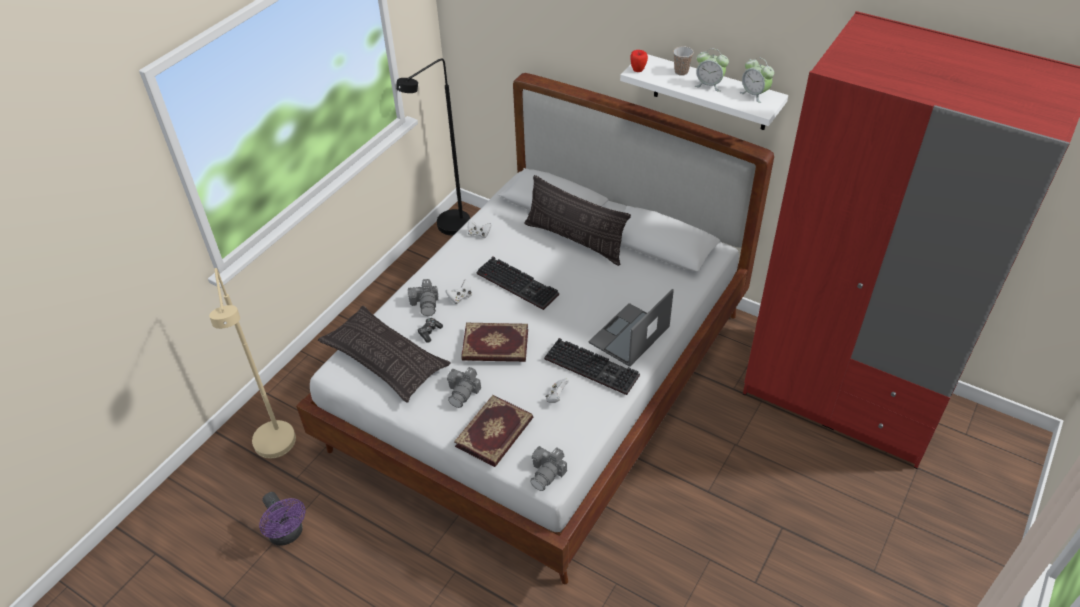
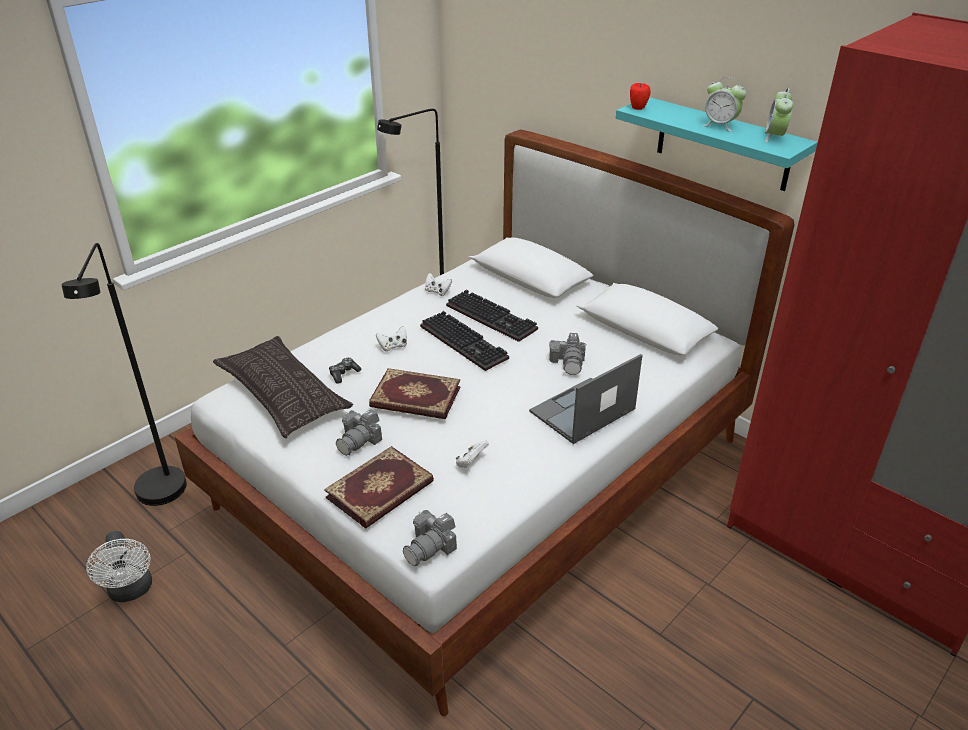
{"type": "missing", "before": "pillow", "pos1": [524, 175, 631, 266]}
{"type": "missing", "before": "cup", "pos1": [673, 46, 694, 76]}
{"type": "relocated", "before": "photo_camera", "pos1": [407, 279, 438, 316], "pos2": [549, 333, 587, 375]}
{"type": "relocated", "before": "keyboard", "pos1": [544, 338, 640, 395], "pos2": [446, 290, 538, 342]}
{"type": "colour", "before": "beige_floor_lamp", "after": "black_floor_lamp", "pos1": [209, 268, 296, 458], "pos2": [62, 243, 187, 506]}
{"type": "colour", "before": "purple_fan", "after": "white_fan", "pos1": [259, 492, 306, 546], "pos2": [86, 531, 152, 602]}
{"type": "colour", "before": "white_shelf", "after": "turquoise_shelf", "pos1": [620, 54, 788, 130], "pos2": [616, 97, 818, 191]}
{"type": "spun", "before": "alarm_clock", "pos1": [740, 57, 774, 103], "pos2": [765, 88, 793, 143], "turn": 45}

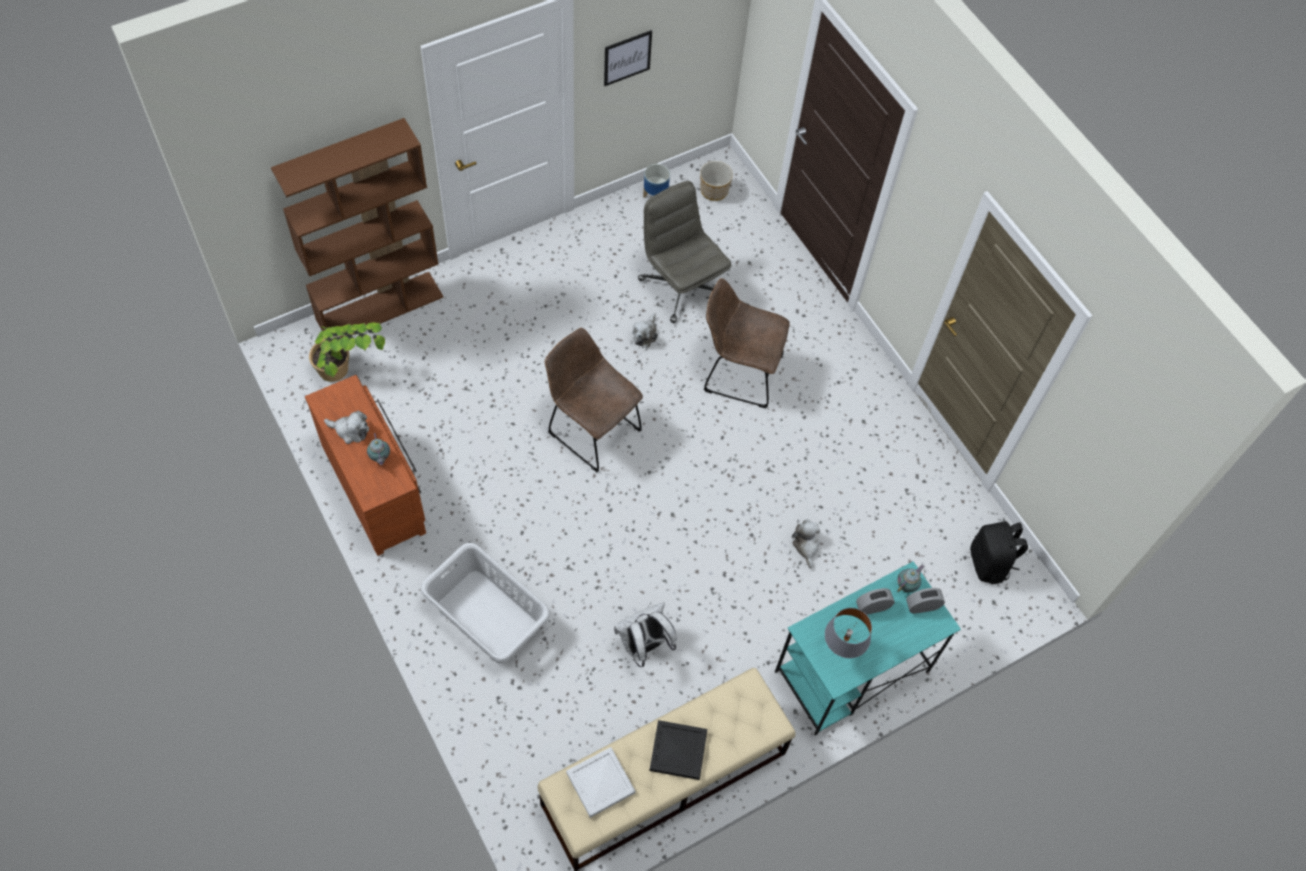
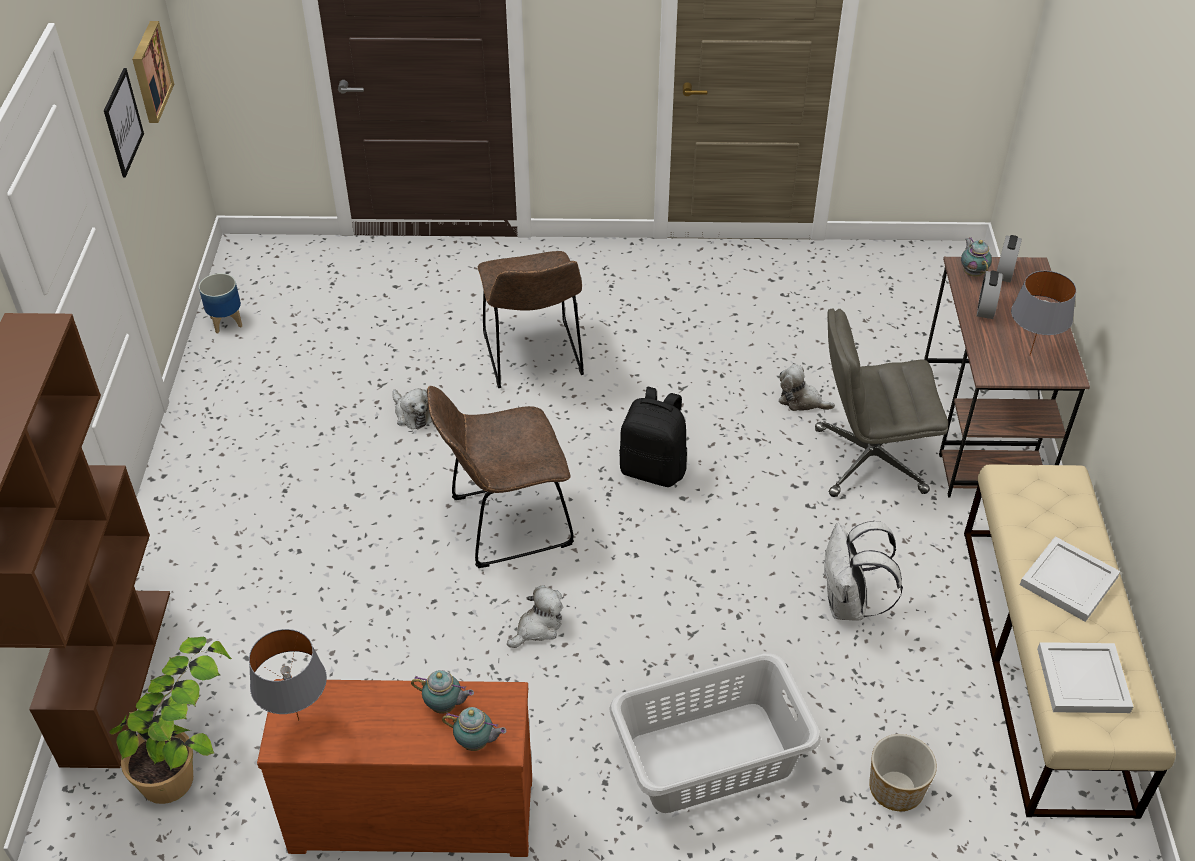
{"type": "appeared", "after": "picture", "pos2": [132, 21, 174, 123]}
{"type": "appeared", "after": "grey_table_lamp", "pos2": [249, 629, 327, 720]}
{"type": "appeared", "after": "teapot", "pos2": [442, 707, 506, 751]}
{"type": "relocated", "before": "plush_toy", "pos1": [324, 411, 369, 444], "pos2": [507, 585, 563, 648]}
{"type": "relocated", "before": "grey_office_chair", "pos1": [638, 181, 731, 323], "pos2": [815, 309, 948, 497]}
{"type": "relocated", "before": "planter", "pos1": [700, 161, 733, 201], "pos2": [869, 734, 937, 811]}
{"type": "relocated", "before": "black_backpack", "pos1": [970, 521, 1028, 584], "pos2": [619, 387, 687, 487]}
{"type": "colour", "before": "black_tray", "after": "white_tray", "pos1": [649, 720, 707, 780], "pos2": [1020, 536, 1120, 622]}
{"type": "colour", "before": "turquoise_desk", "after": "brown_desk", "pos1": [775, 561, 961, 735], "pos2": [924, 257, 1090, 497]}
{"type": "spun", "before": "brown_chair", "pos1": [704, 278, 790, 408], "pos2": [478, 251, 584, 388], "turn": -60}

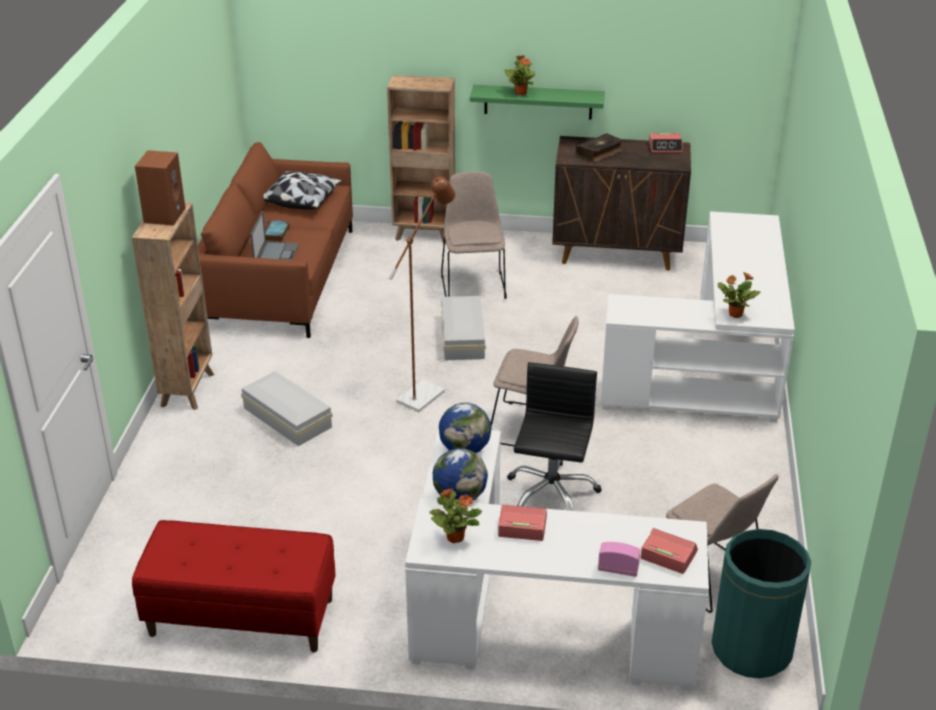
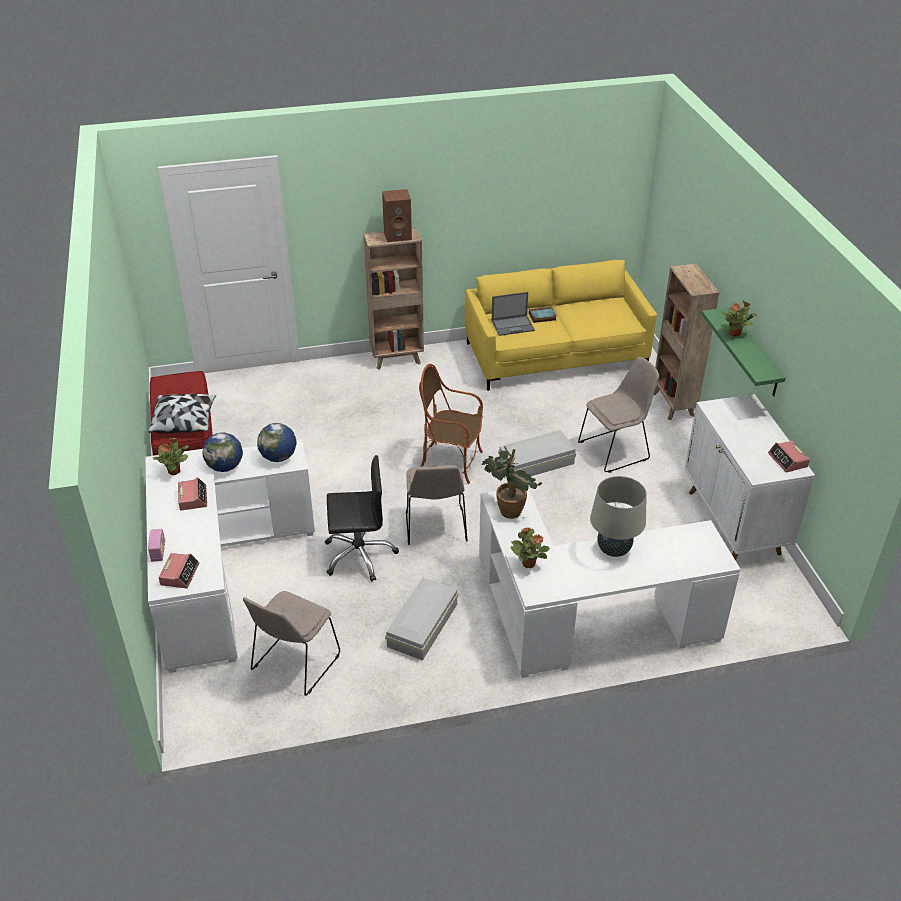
{"type": "missing", "before": "book", "pos1": [576, 133, 623, 163]}
{"type": "missing", "before": "green_trash_can", "pos1": [712, 529, 811, 678]}
{"type": "appeared", "after": "potted_plant", "pos2": [481, 446, 542, 519]}
{"type": "appeared", "after": "beige_table_lamp", "pos2": [590, 476, 647, 557]}
{"type": "relocated", "before": "white_storage_box", "pos1": [241, 371, 333, 446], "pos2": [385, 577, 458, 660]}
{"type": "relocated", "before": "pillow", "pos1": [264, 171, 342, 210], "pos2": [148, 394, 216, 434]}
{"type": "exchanged", "before": "brown_floor_lamp", "after": "armchair", "pos1": [389, 177, 455, 412], "pos2": [419, 364, 483, 484]}
{"type": "colour", "before": "brown_sofa", "after": "yellow_sofa", "pos1": [198, 142, 353, 338], "pos2": [465, 260, 657, 391]}
{"type": "colour", "before": "brown_cabinet", "after": "white_cabinet", "pos1": [552, 136, 691, 271], "pos2": [684, 394, 815, 561]}

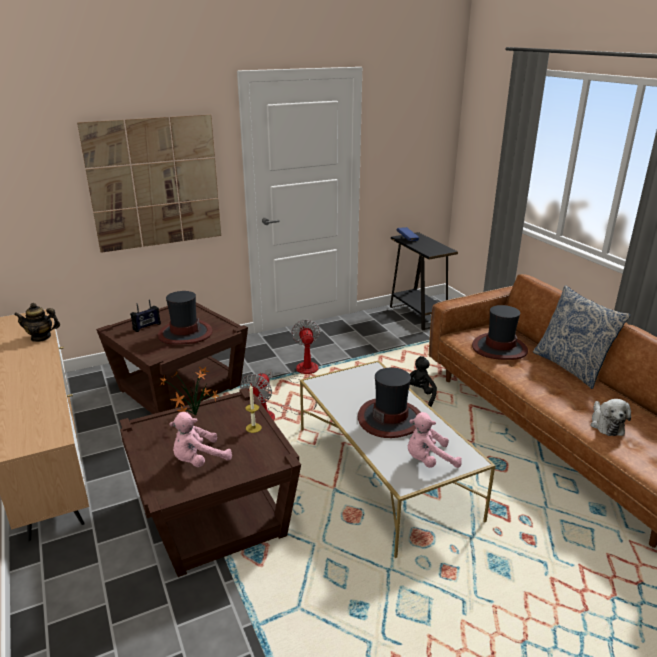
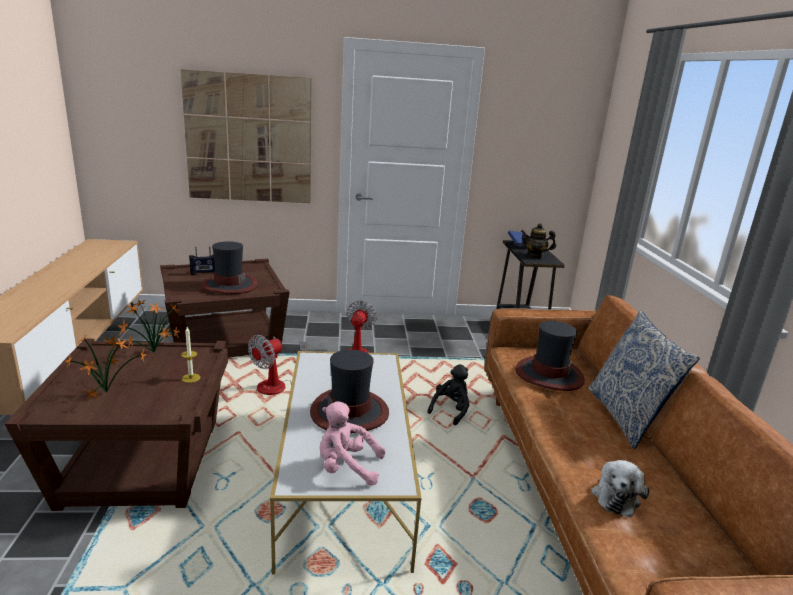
{"type": "relocated", "before": "teapot", "pos1": [14, 303, 60, 342], "pos2": [521, 223, 556, 258]}
{"type": "exchanged", "before": "pink_plush_toy", "after": "potted_plant", "pos1": [169, 412, 232, 467], "pos2": [66, 334, 146, 400]}

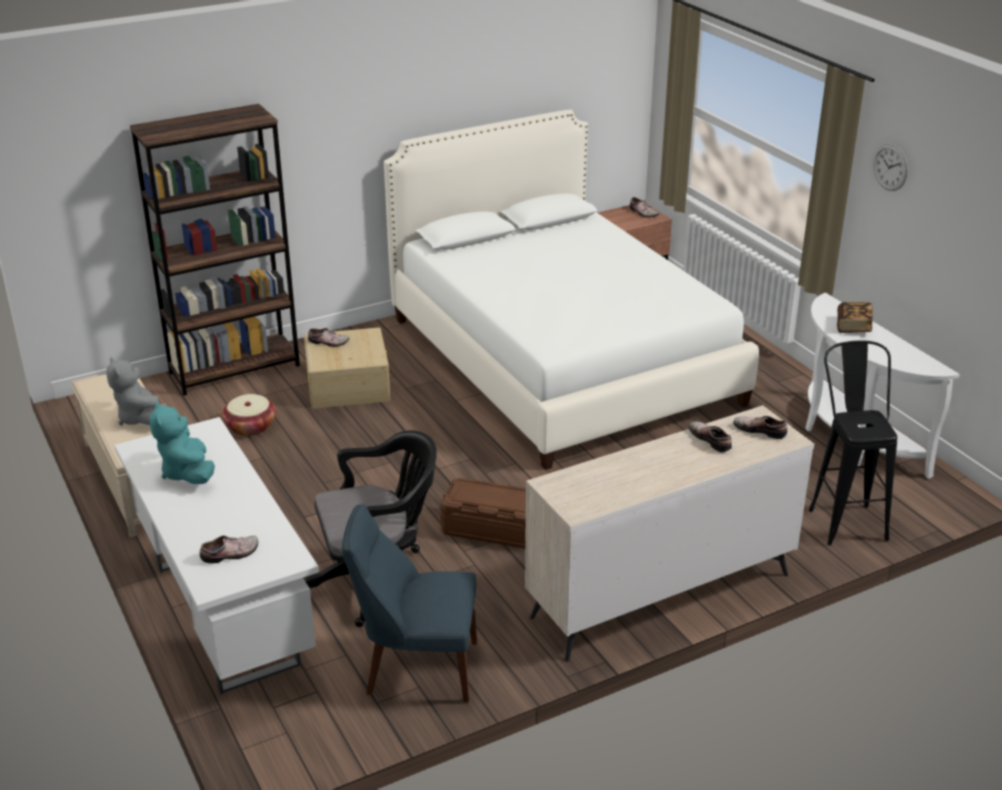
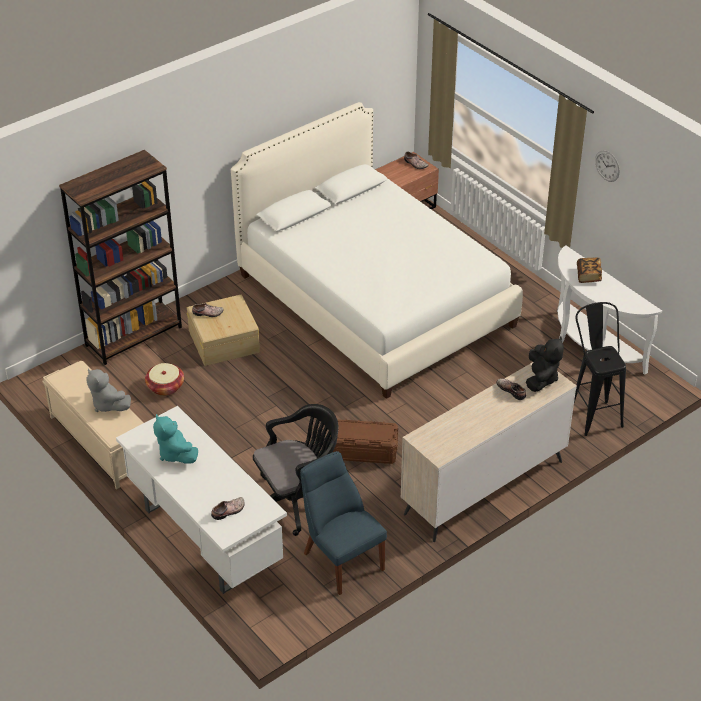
{"type": "exchanged", "before": "shoe", "after": "black_plush_toy", "pos1": [733, 416, 787, 439], "pos2": [526, 337, 564, 392]}
{"type": "spun", "before": "blue_chair", "pos1": [342, 504, 477, 702], "pos2": [300, 451, 387, 595], "turn": 60}

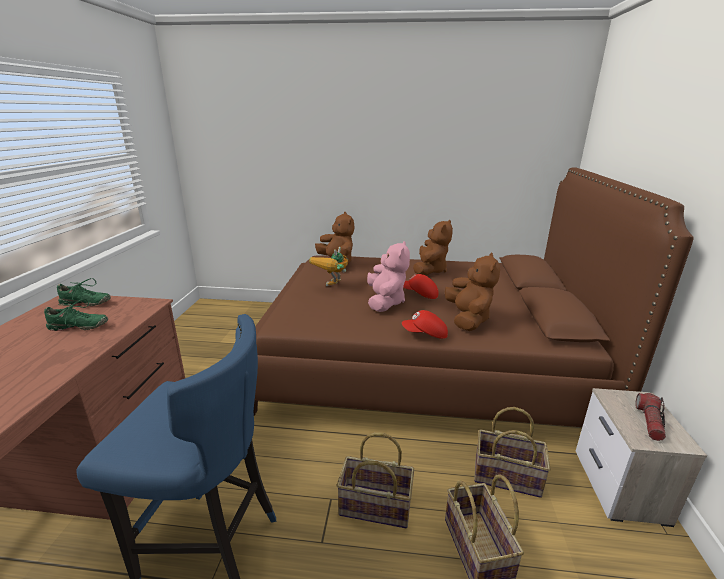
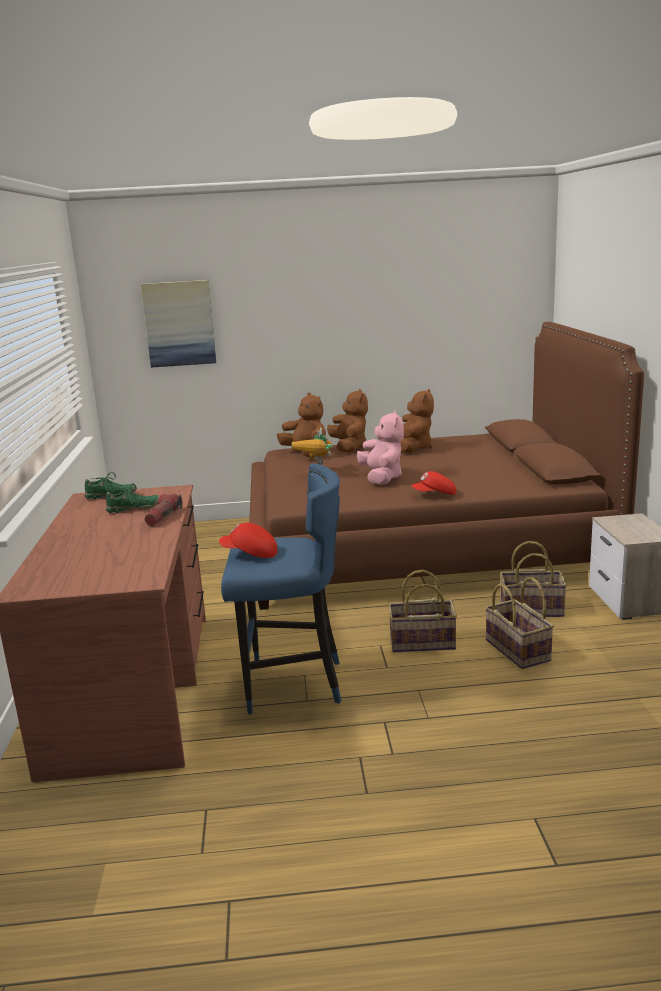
{"type": "appeared", "after": "picture", "pos2": [140, 280, 216, 368]}
{"type": "relocated", "before": "red_cap", "pos1": [403, 274, 438, 299], "pos2": [219, 523, 277, 558]}
{"type": "relocated", "before": "brown_plush_toy", "pos1": [445, 253, 500, 331], "pos2": [327, 389, 368, 453]}
{"type": "relocated", "before": "flashlight", "pos1": [635, 393, 666, 441], "pos2": [145, 494, 183, 526]}

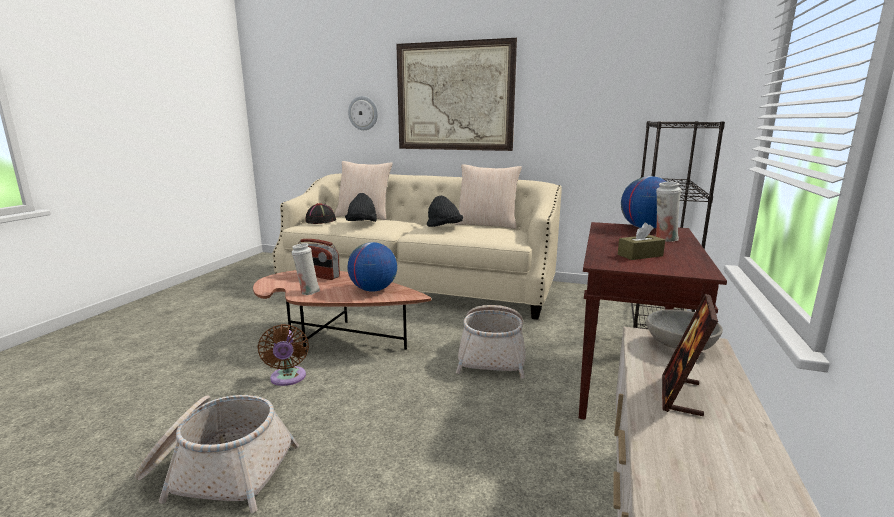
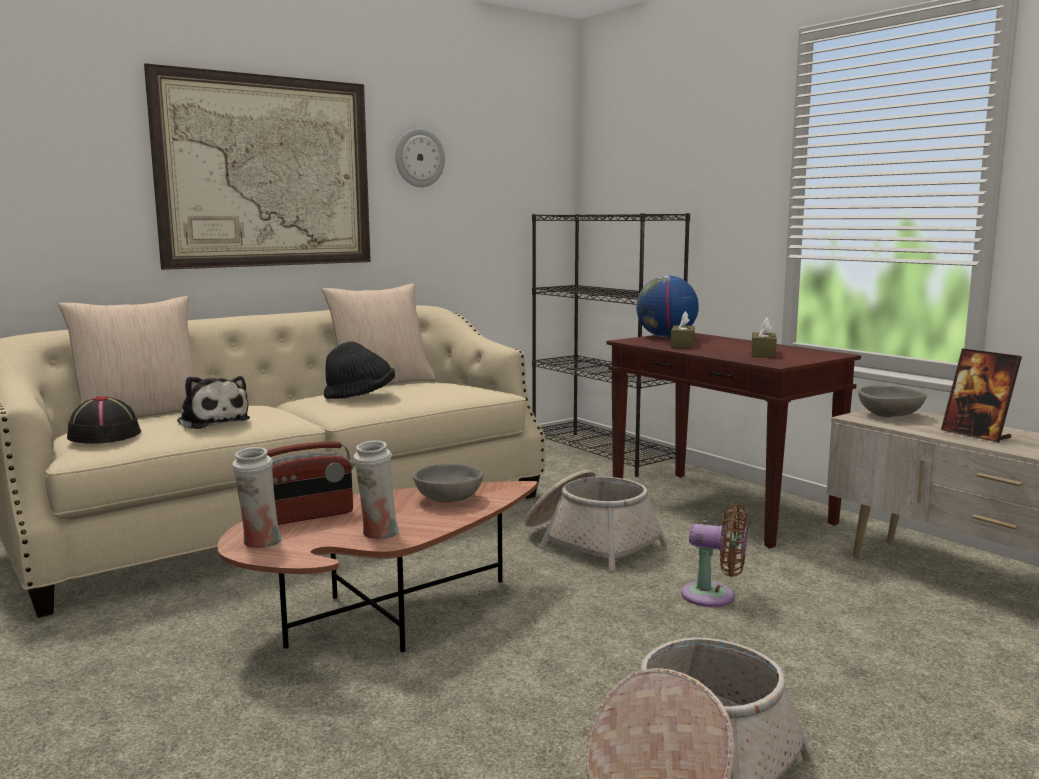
{"type": "appeared", "after": "brown_tissue_box", "pos2": [671, 311, 695, 348]}
{"type": "relocated", "before": "brown_fan", "pos1": [257, 324, 309, 386], "pos2": [681, 504, 748, 607]}
{"type": "relocated", "before": "wall_clock", "pos1": [348, 96, 378, 130], "pos2": [395, 128, 445, 187]}
{"type": "relocated", "before": "white_vase", "pos1": [655, 182, 682, 242], "pos2": [232, 447, 283, 548]}
{"type": "exchanged", "before": "black_hat", "after": "plush_toy", "pos1": [345, 193, 377, 222], "pos2": [177, 376, 250, 429]}
{"type": "exchanged", "before": "globe", "after": "grey_bowl", "pos1": [347, 242, 397, 292], "pos2": [413, 464, 483, 503]}

